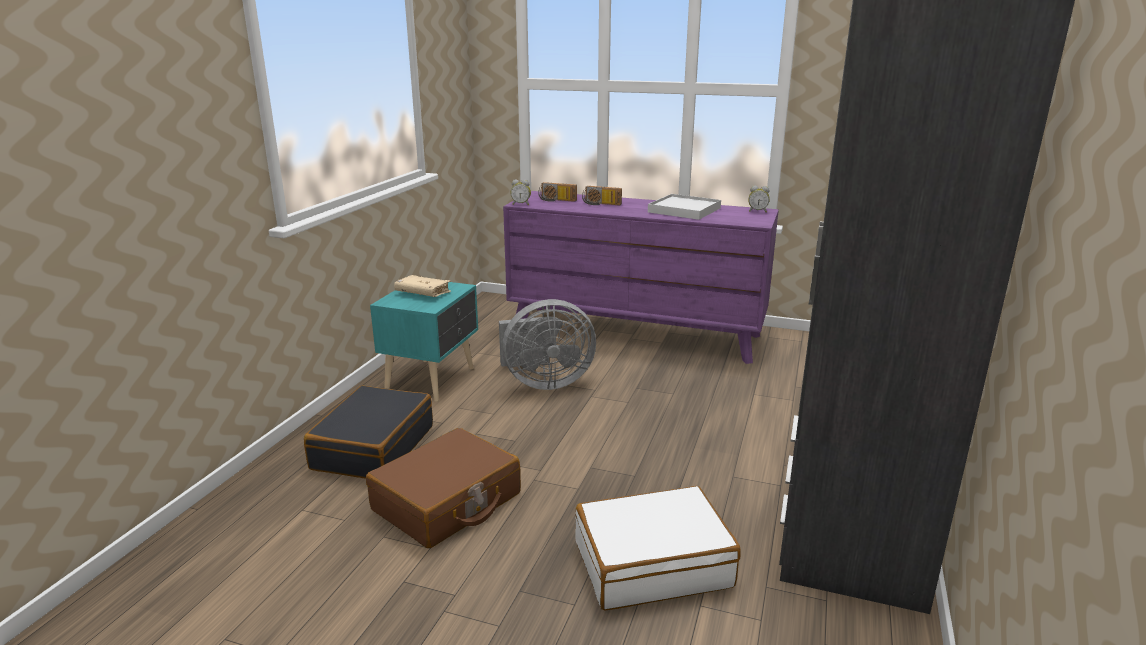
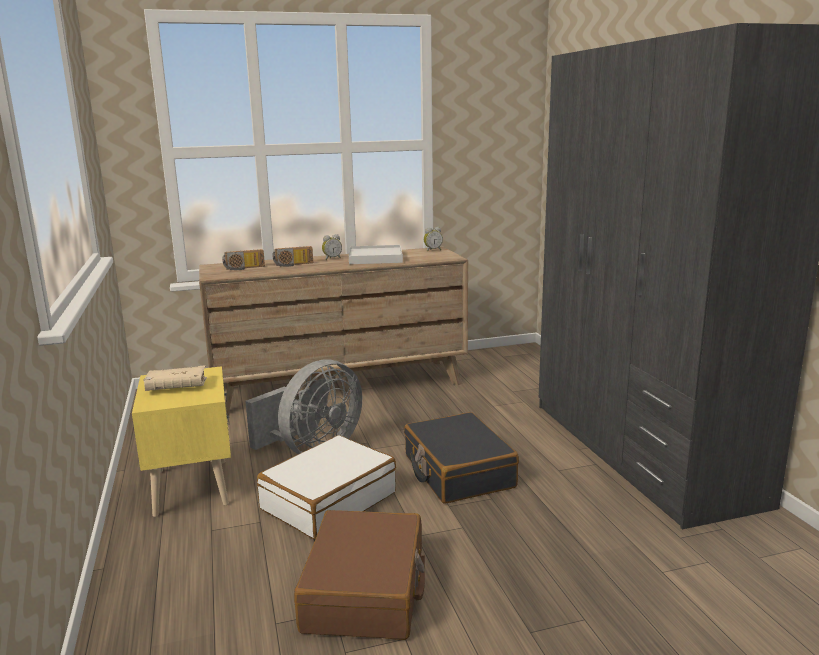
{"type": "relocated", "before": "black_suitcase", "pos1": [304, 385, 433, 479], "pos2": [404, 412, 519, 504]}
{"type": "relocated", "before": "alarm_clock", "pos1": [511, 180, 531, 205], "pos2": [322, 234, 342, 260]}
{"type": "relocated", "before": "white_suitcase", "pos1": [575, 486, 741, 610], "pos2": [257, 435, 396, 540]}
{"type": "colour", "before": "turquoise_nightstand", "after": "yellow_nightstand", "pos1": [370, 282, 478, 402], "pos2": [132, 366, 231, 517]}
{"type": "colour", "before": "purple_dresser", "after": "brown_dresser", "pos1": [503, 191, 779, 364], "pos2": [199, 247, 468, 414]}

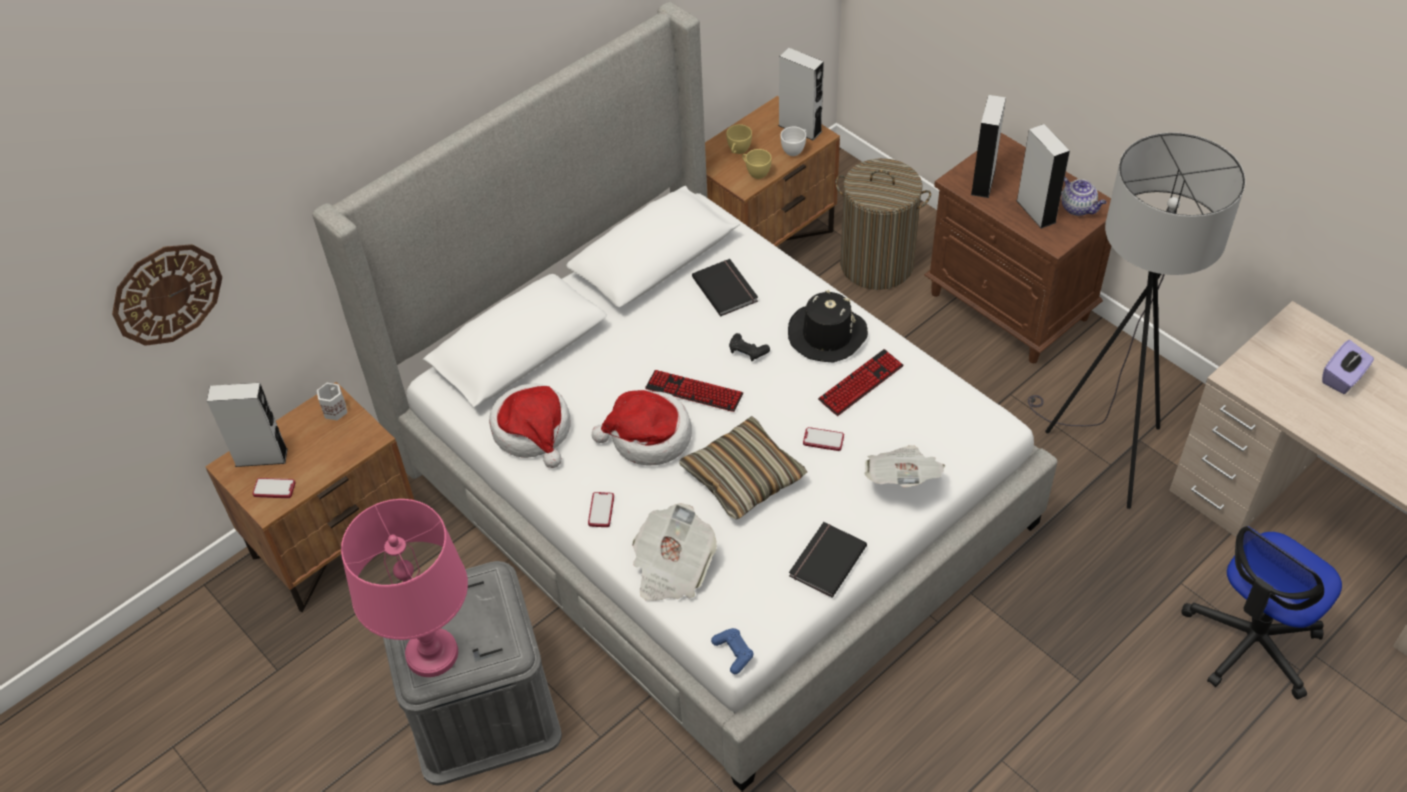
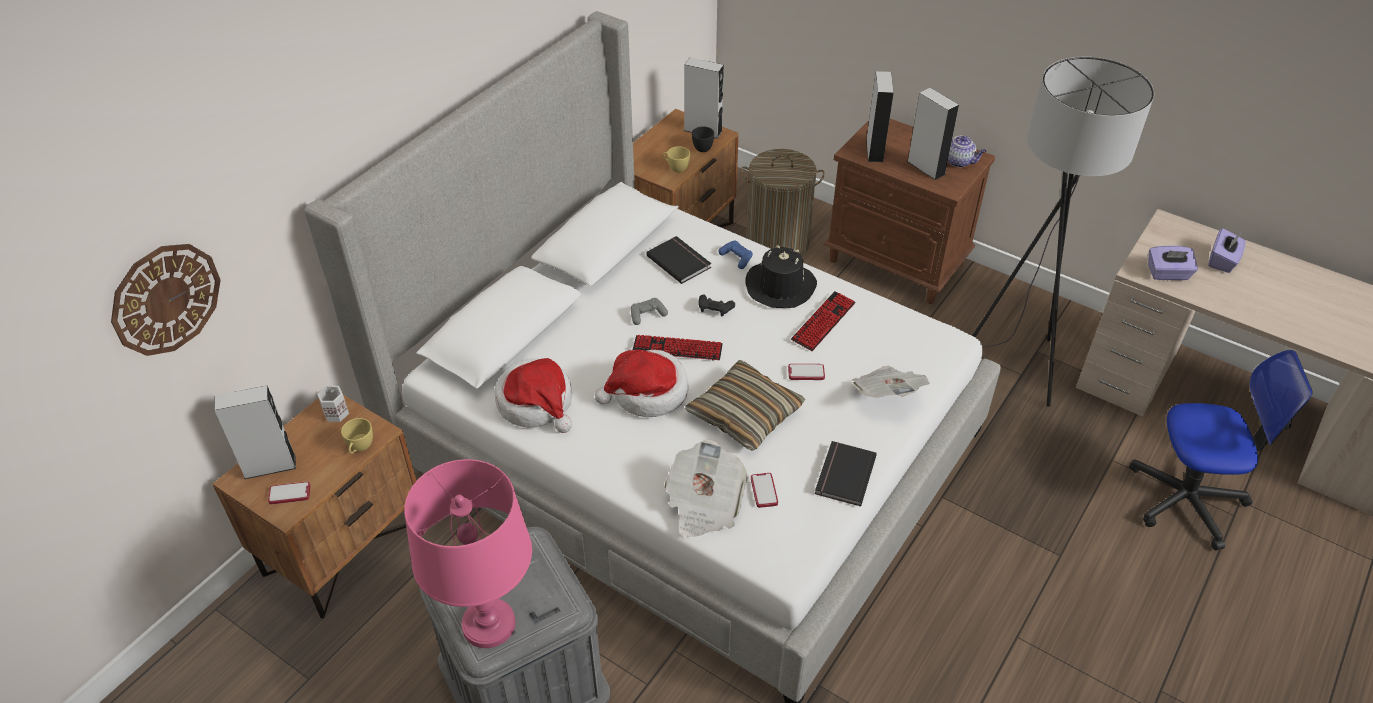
{"type": "appeared", "after": "grey_game_controller", "pos2": [631, 298, 668, 325]}
{"type": "appeared", "after": "purple_tissue_box", "pos2": [1148, 246, 1198, 280]}
{"type": "relocated", "before": "phone", "pos1": [588, 492, 614, 527], "pos2": [751, 473, 778, 508]}
{"type": "relocated", "before": "blue_game_controller", "pos1": [711, 628, 753, 674], "pos2": [718, 241, 753, 269]}
{"type": "relocated", "before": "yellow_cup", "pos1": [726, 124, 752, 154], "pos2": [341, 418, 373, 454]}
{"type": "colour", "before": "white_cup", "after": "black_cup", "pos1": [780, 127, 807, 156], "pos2": [692, 127, 714, 152]}
{"type": "spun", "before": "office_chair", "pos1": [1181, 526, 1342, 699], "pos2": [1129, 350, 1313, 550], "turn": -120}

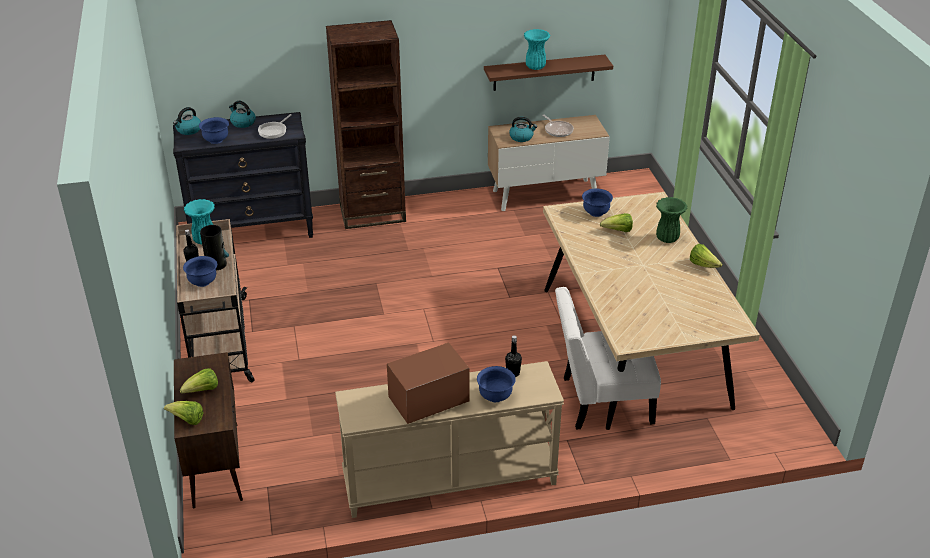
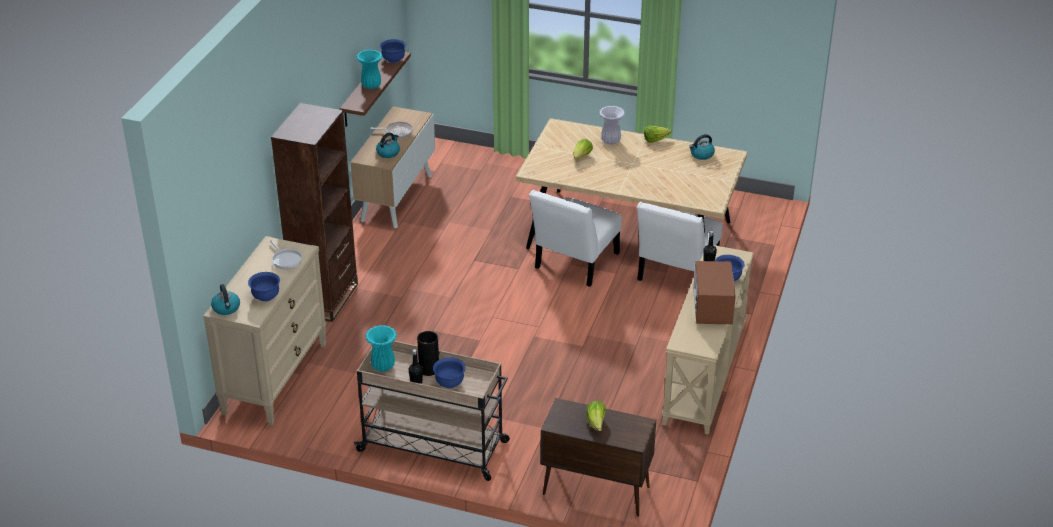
{"type": "missing", "before": "lettuce", "pos1": [164, 401, 204, 425]}
{"type": "appeared", "after": "white_chair", "pos2": [529, 190, 622, 287]}
{"type": "relocated", "before": "kettle", "pos1": [229, 101, 256, 128], "pos2": [689, 134, 715, 160]}
{"type": "relocated", "before": "blue_bowl", "pos1": [582, 188, 613, 217], "pos2": [380, 39, 406, 63]}
{"type": "colour", "before": "black_dresser", "after": "beige_dresser", "pos1": [173, 112, 313, 238], "pos2": [203, 236, 327, 426]}
{"type": "colour", "before": "green_vase", "after": "white_vase", "pos1": [656, 197, 687, 243], "pos2": [599, 106, 625, 145]}

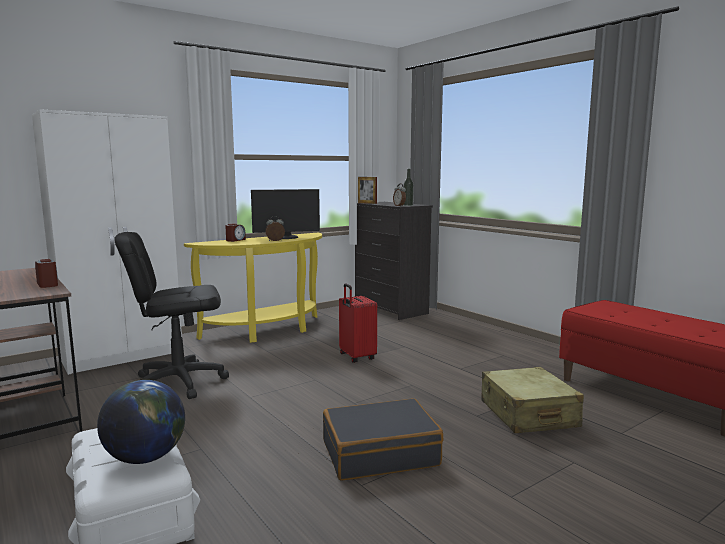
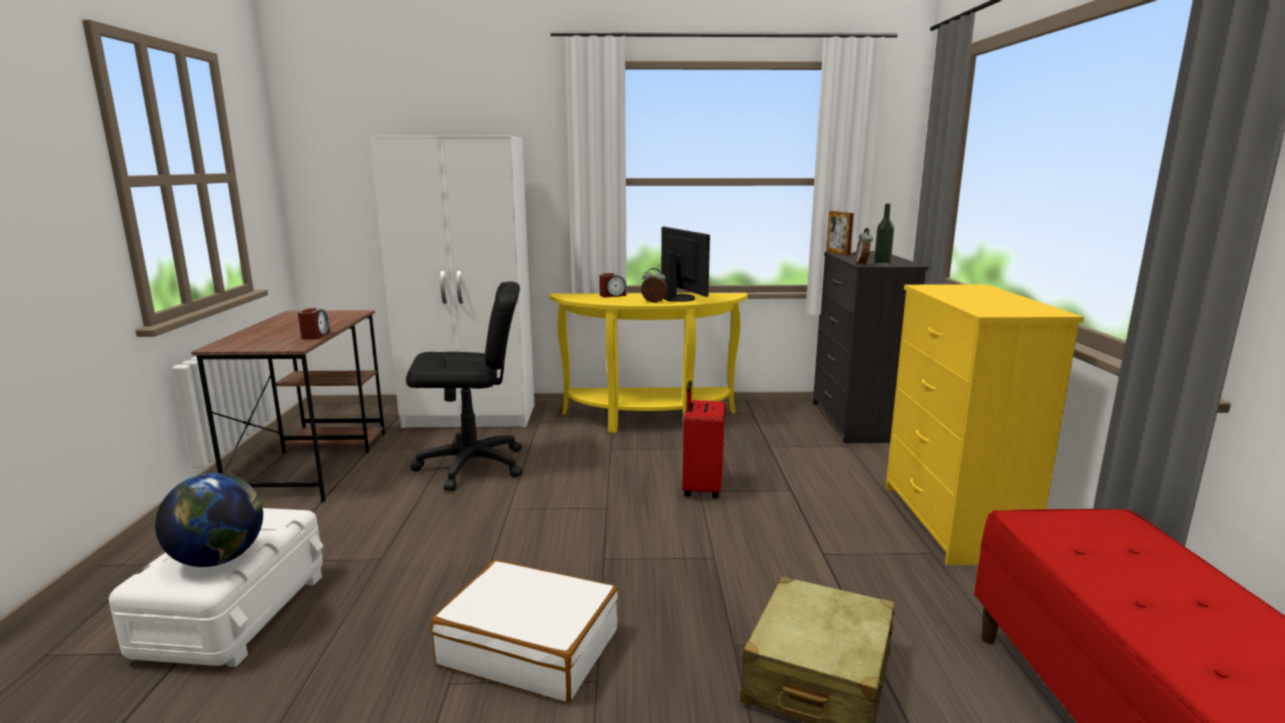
{"type": "appeared", "after": "yellow_dresser", "pos2": [886, 284, 1084, 565]}
{"type": "colour", "before": "black_suitcase", "after": "white_suitcase", "pos1": [323, 398, 443, 481], "pos2": [431, 560, 619, 702]}
{"type": "spun", "before": "black_office_chair", "pos1": [114, 232, 229, 399], "pos2": [406, 281, 523, 491], "turn": 150}
{"type": "spun", "before": "monitor", "pos1": [251, 189, 320, 239], "pos2": [661, 226, 710, 302], "turn": -135}

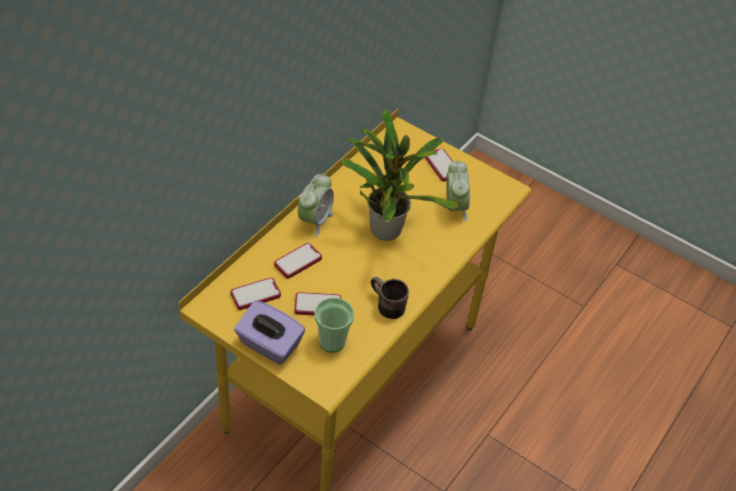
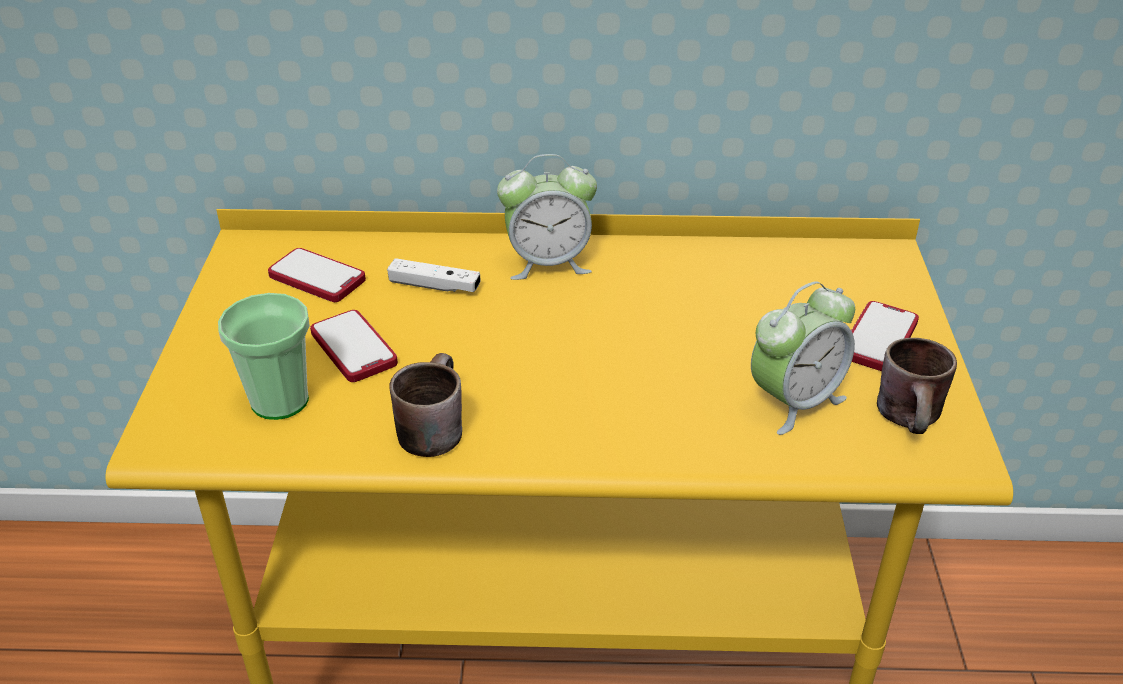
{"type": "missing", "before": "purple_tissue_box", "pos1": [234, 300, 305, 365]}
{"type": "missing", "before": "potted_plant", "pos1": [342, 109, 459, 241]}
{"type": "appeared", "after": "brown_mug", "pos2": [877, 338, 957, 434]}
{"type": "exchanged", "before": "phone", "after": "white_game_controller", "pos1": [274, 243, 322, 278], "pos2": [387, 258, 481, 292]}

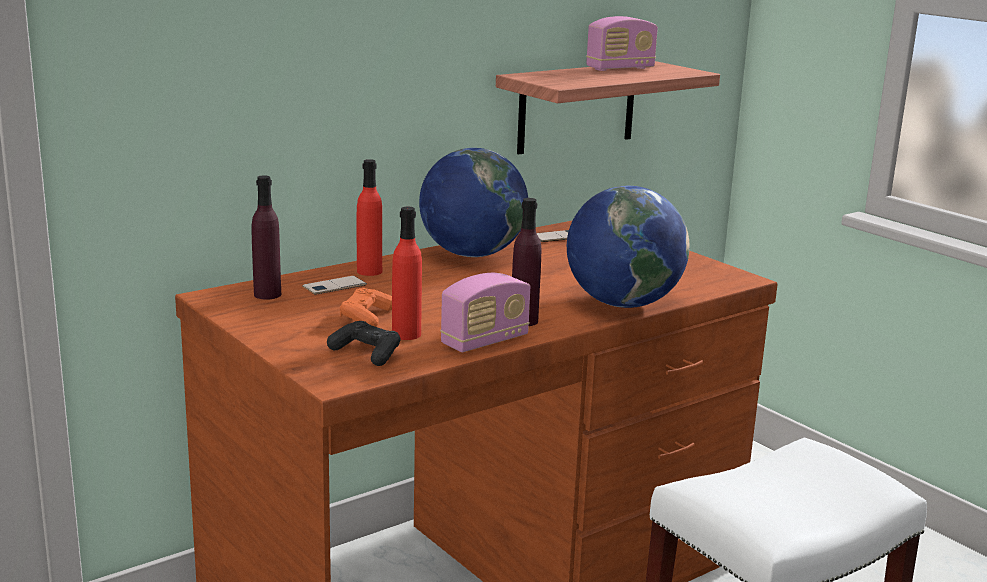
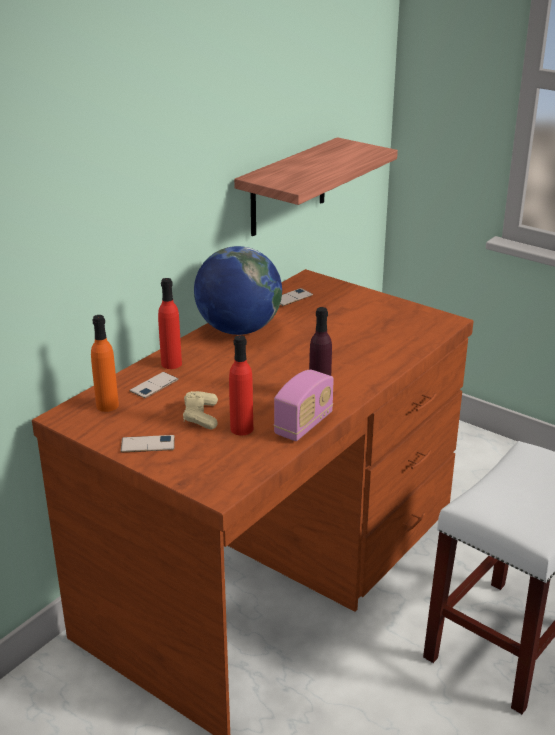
{"type": "missing", "before": "black_game_controller", "pos1": [327, 321, 400, 366]}
{"type": "missing", "before": "globe", "pos1": [567, 186, 690, 308]}
{"type": "missing", "before": "radio", "pos1": [586, 16, 658, 71]}
{"type": "appeared", "after": "phone", "pos2": [121, 435, 175, 452]}
{"type": "colour", "before": "purple_bottle", "after": "orange_bottle", "pos1": [252, 175, 281, 300], "pos2": [91, 315, 119, 412]}
{"type": "colour", "before": "orange_game_controller", "after": "beige_game_controller", "pos1": [340, 288, 392, 327], "pos2": [183, 391, 218, 429]}

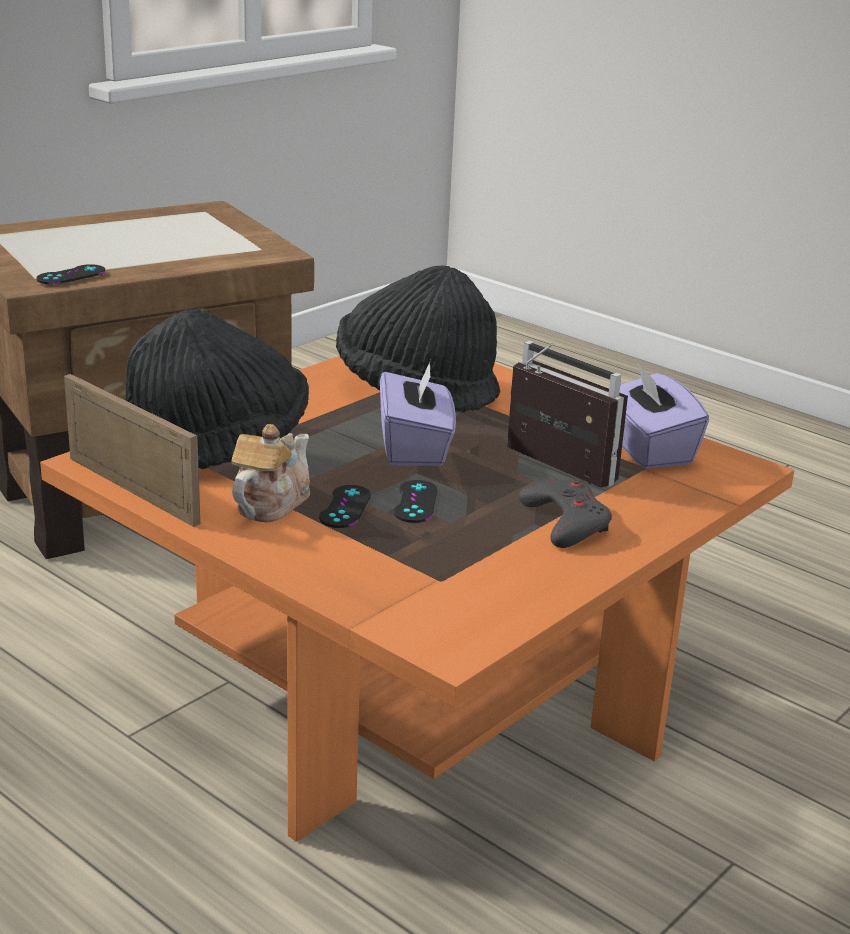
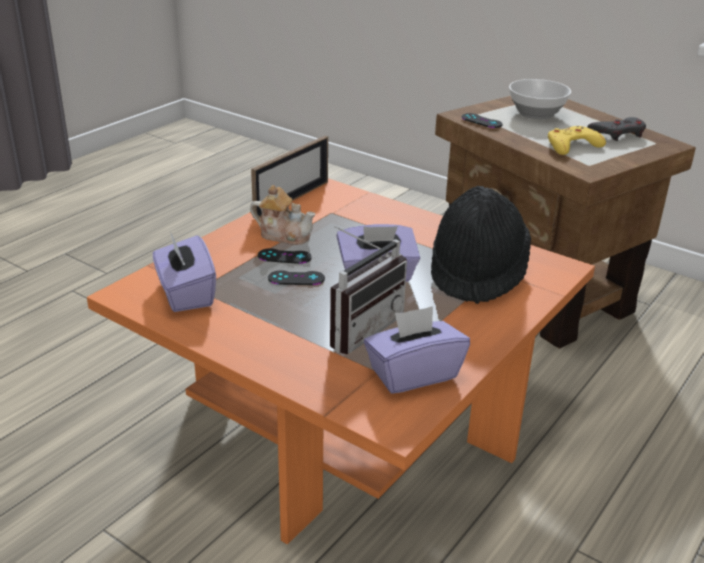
{"type": "missing", "before": "black_hat", "pos1": [126, 309, 309, 469]}
{"type": "appeared", "after": "purple_tissue_box", "pos2": [153, 234, 216, 312]}
{"type": "appeared", "after": "bowl", "pos2": [509, 79, 571, 119]}
{"type": "appeared", "after": "yellow_game_controller", "pos2": [548, 126, 606, 155]}
{"type": "relocated", "before": "grey_game_controller", "pos1": [518, 479, 612, 548], "pos2": [587, 117, 646, 141]}

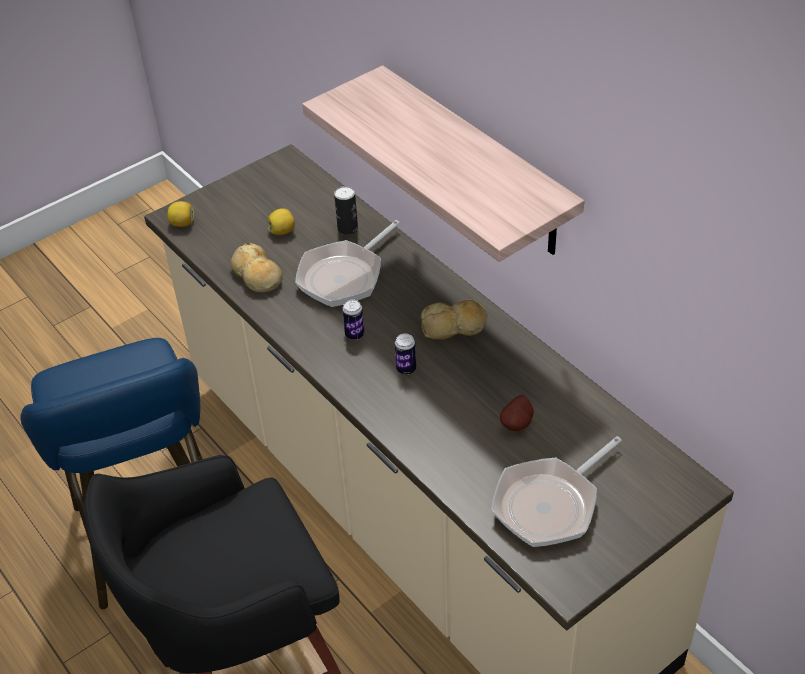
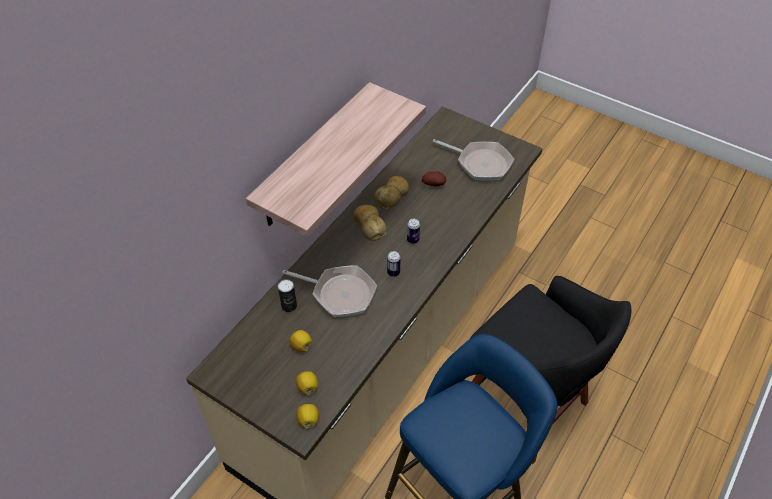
{"type": "appeared", "after": "lemon", "pos2": [296, 371, 318, 395]}
{"type": "relocated", "before": "bread", "pos1": [230, 242, 283, 293], "pos2": [374, 176, 409, 209]}

